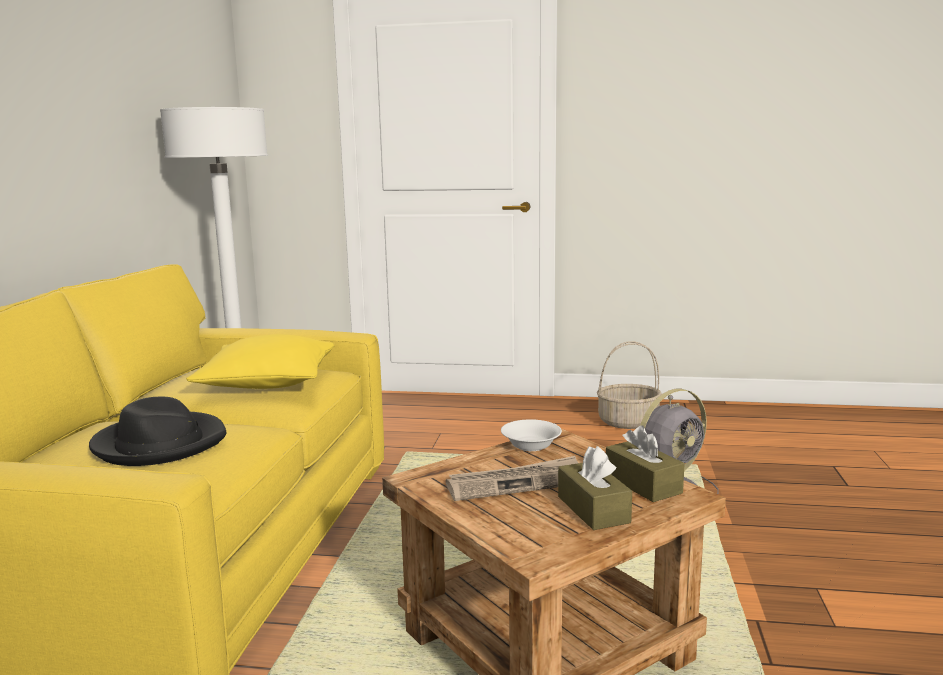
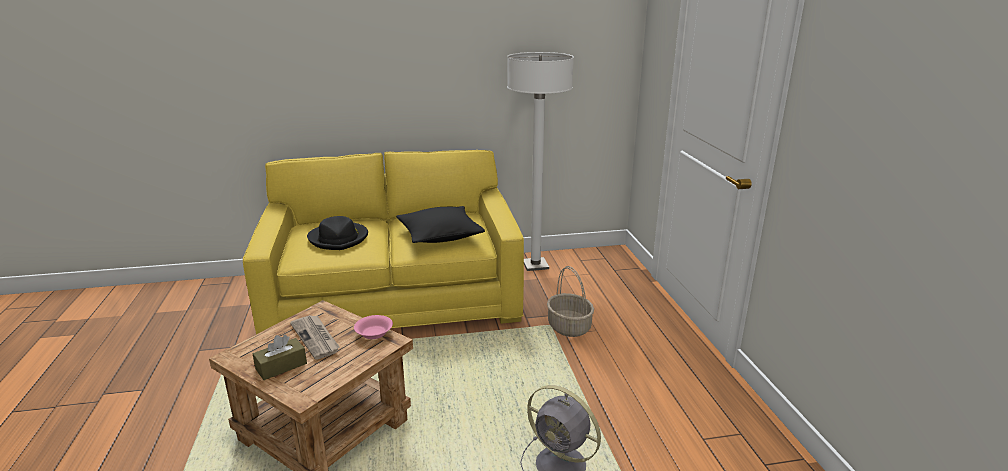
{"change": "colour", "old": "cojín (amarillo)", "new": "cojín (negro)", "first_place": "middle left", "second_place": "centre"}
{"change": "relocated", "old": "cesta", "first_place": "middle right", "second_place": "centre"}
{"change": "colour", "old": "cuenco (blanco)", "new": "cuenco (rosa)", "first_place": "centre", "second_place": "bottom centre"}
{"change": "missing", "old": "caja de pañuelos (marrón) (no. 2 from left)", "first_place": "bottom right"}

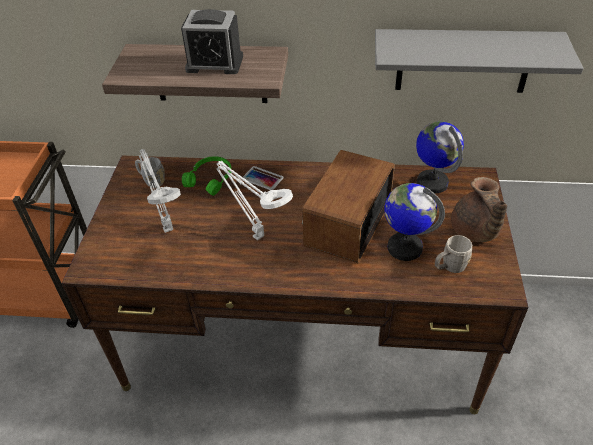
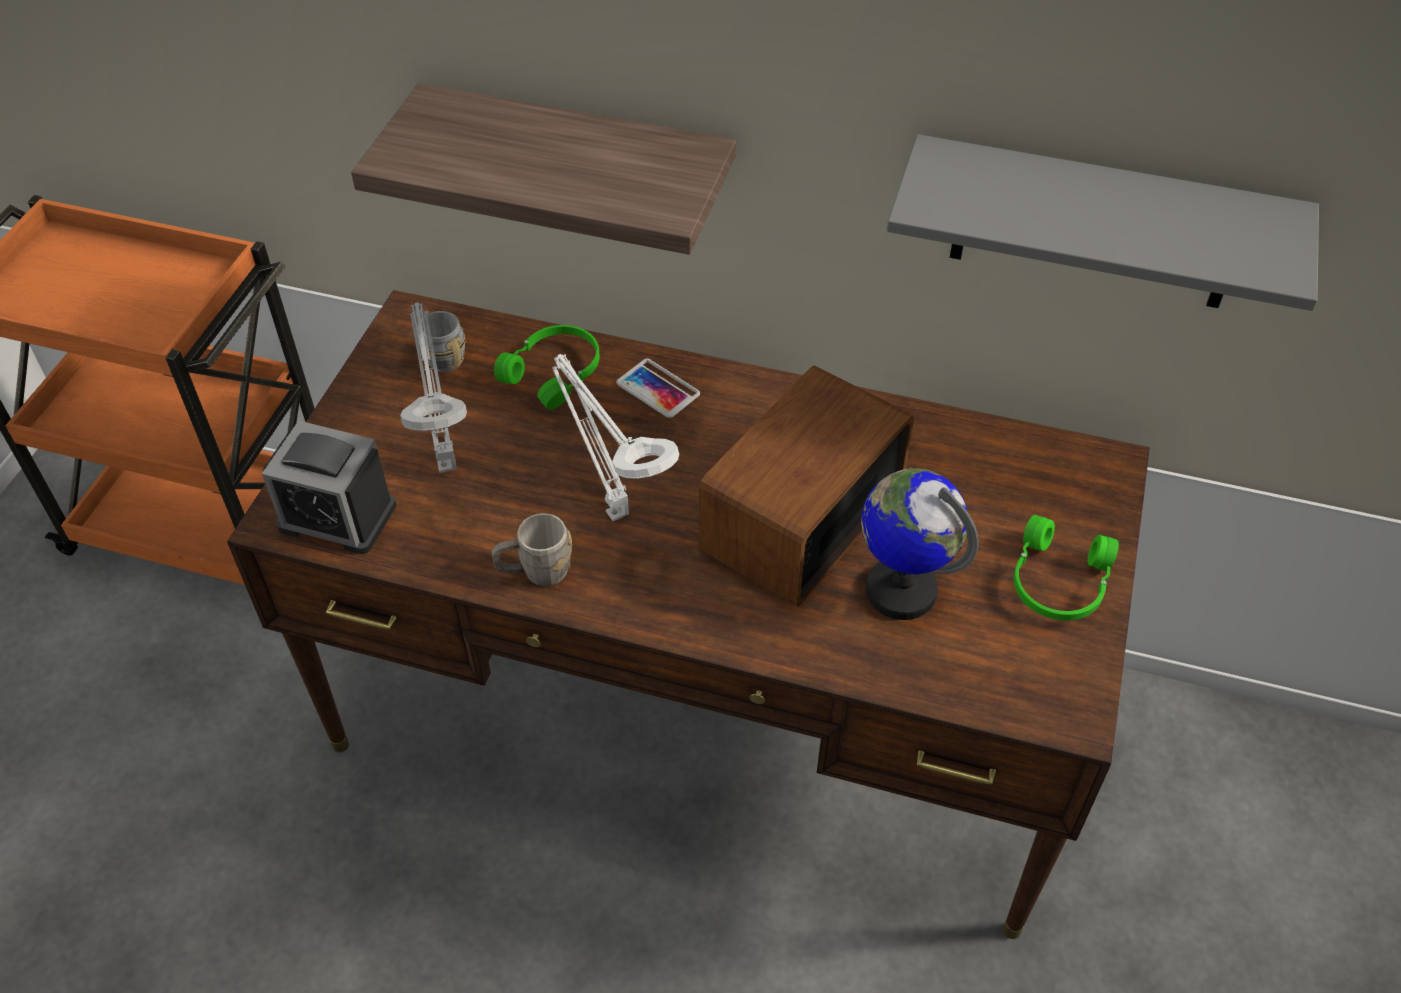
{"change": "relocated", "old": "despertador", "first_place": "top centre", "second_place": "middle left"}
{"change": "missing", "old": "globo terráqueo (no. 2 from left)", "first_place": "middle right"}
{"change": "exchanged", "old": "tetera (marrón)", "new": "auriculares (verde) (no. 2 from left)", "first_place": "middle right", "second_place": "middle right"}
{"change": "relocated", "old": "taza grande (gris) (no. 2 from left)", "first_place": "middle right", "second_place": "centre"}

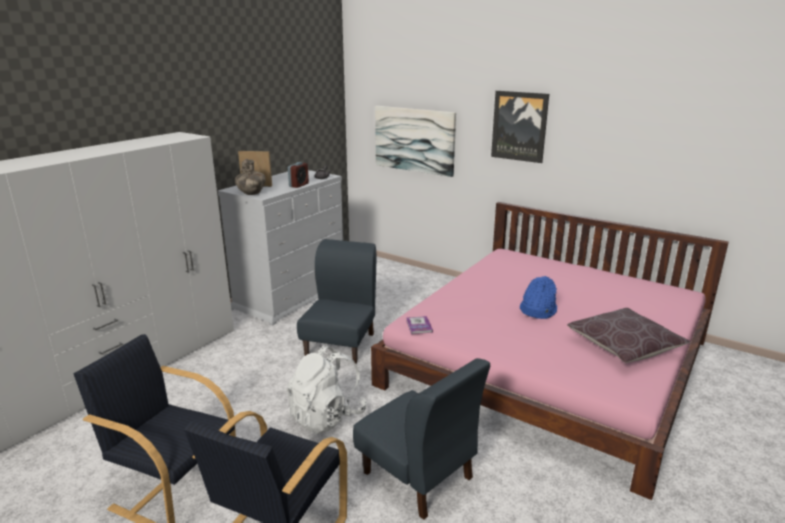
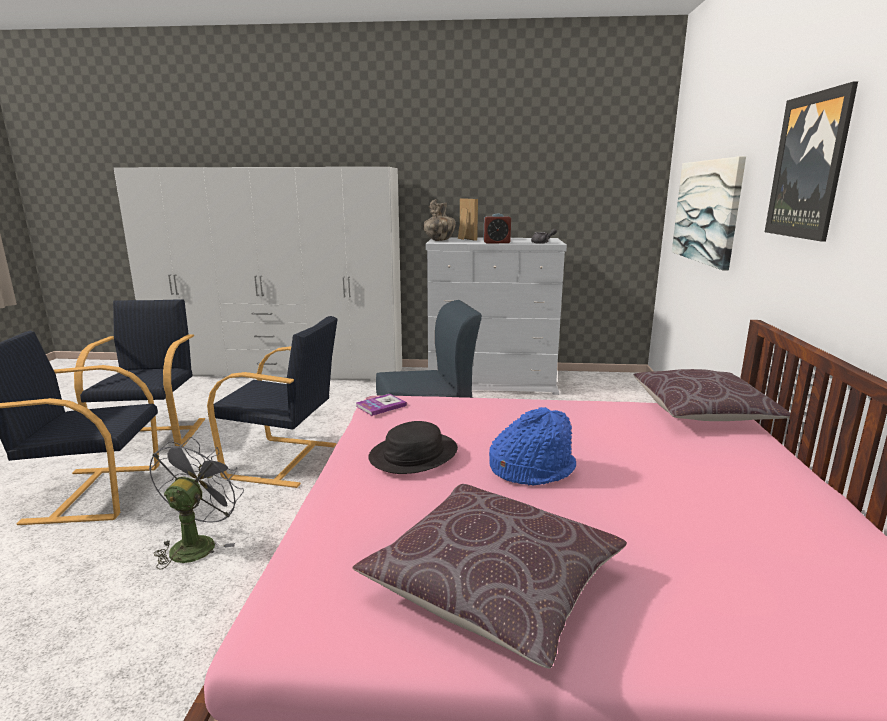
{"change": "exchanged", "old": "mochila (blanco)", "new": "sillón (negro) (no. 3 from left)", "first_place": "bottom centre", "second_place": "middle left"}
{"change": "exchanged", "old": "silla (azul) (no. 2 from left)", "new": "ventilador (gris)", "first_place": "bottom centre", "second_place": "bottom left"}
{"change": "appeared", "new": "cojín (marrón) (no. 2 from left)", "second_place": "middle right"}
{"change": "appeared", "new": "sombrero (negro)", "second_place": "centre"}

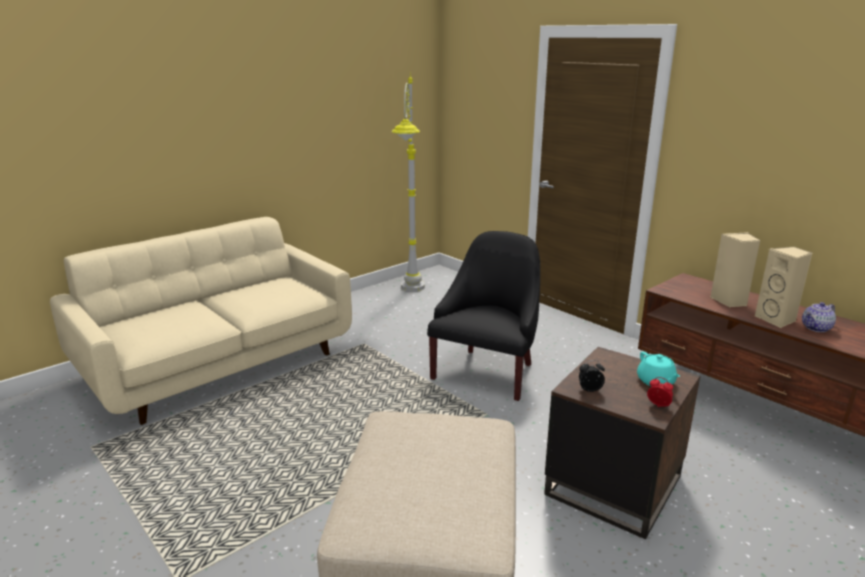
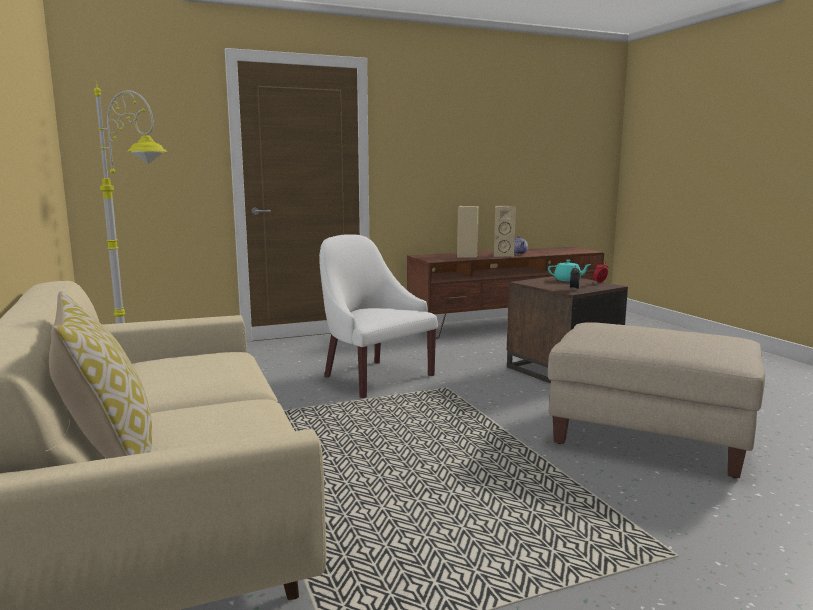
{"change": "colour", "old": "sillón (negro)", "new": "sillón (blanco)", "first_place": "centre", "second_place": "centre"}
{"change": "appeared", "new": "cojín", "second_place": "middle left"}

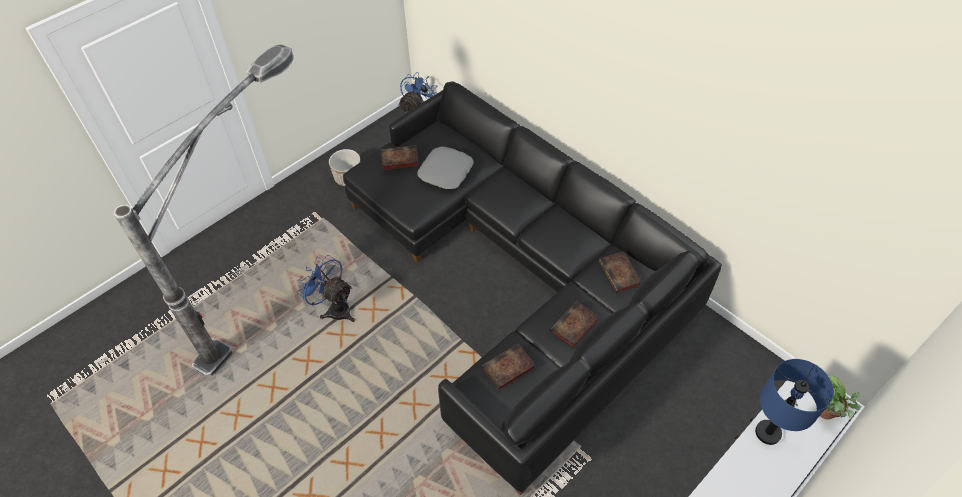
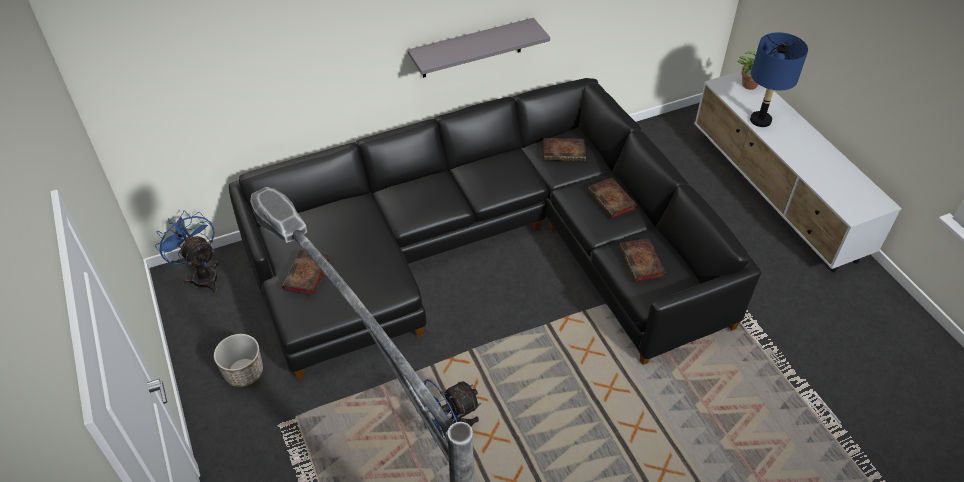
{"change": "missing", "old": "cojín (gris)", "first_place": "centre"}
{"change": "appeared", "new": "estante (gris)", "second_place": "top centre"}

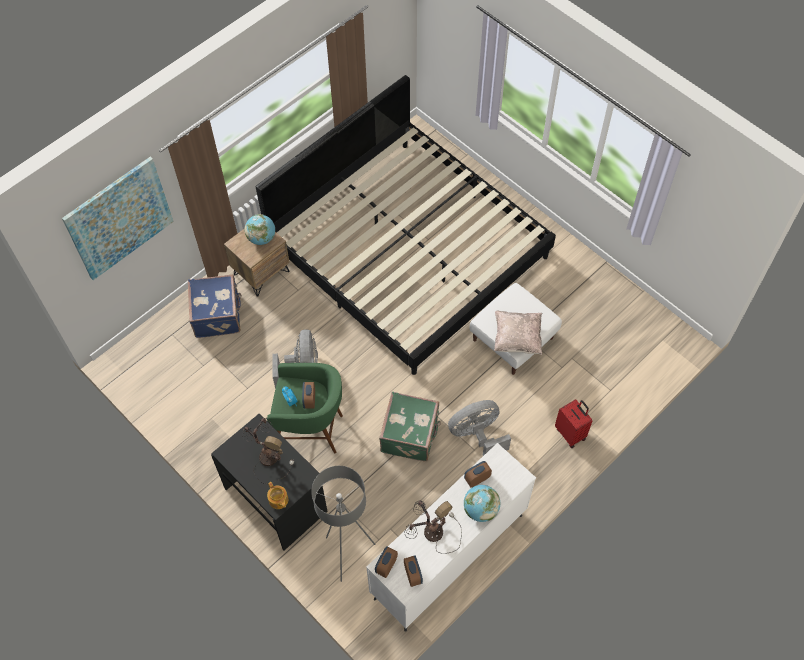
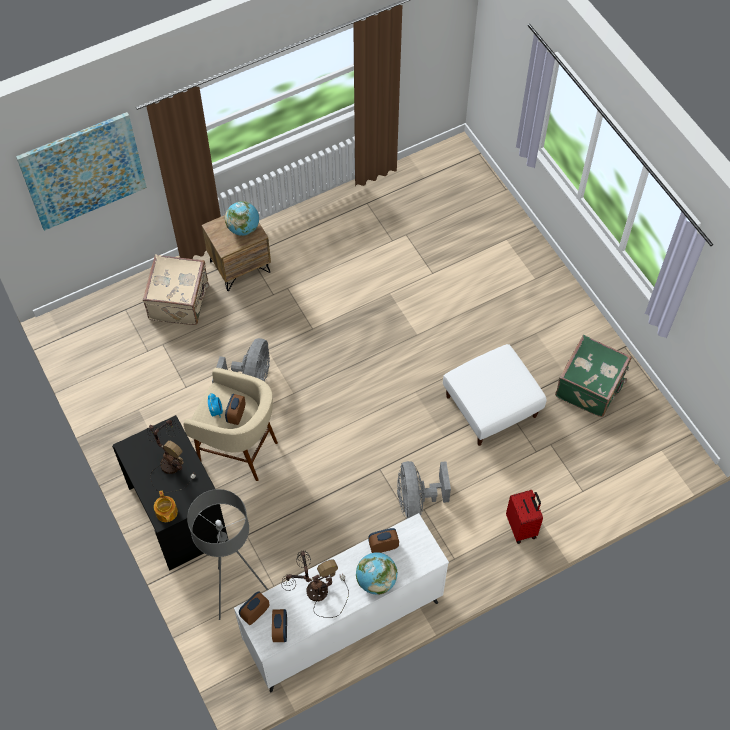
{"change": "missing", "old": "cama", "first_place": "centre"}
{"change": "colour", "old": "maleta (azul)", "new": "maleta (beis)", "first_place": "middle left", "second_place": "middle left"}
{"change": "missing", "old": "cojín (beis)", "first_place": "centre"}
{"change": "colour", "old": "taburete (verde)", "new": "taburete (beis)", "first_place": "centre", "second_place": "middle left"}
{"change": "relocated", "old": "maleta (verde)", "first_place": "centre", "second_place": "middle right"}
{"change": "spun", "old": "ventilador (gris) (no. 2 from left)", "first_place": "centre", "second_place": "bottom centre", "degrees": -90}

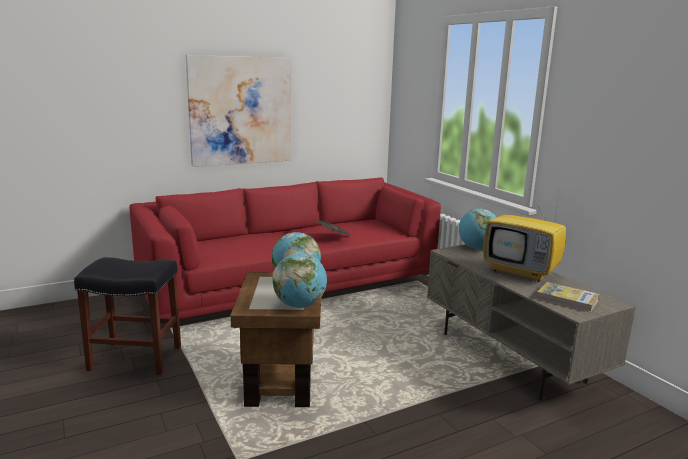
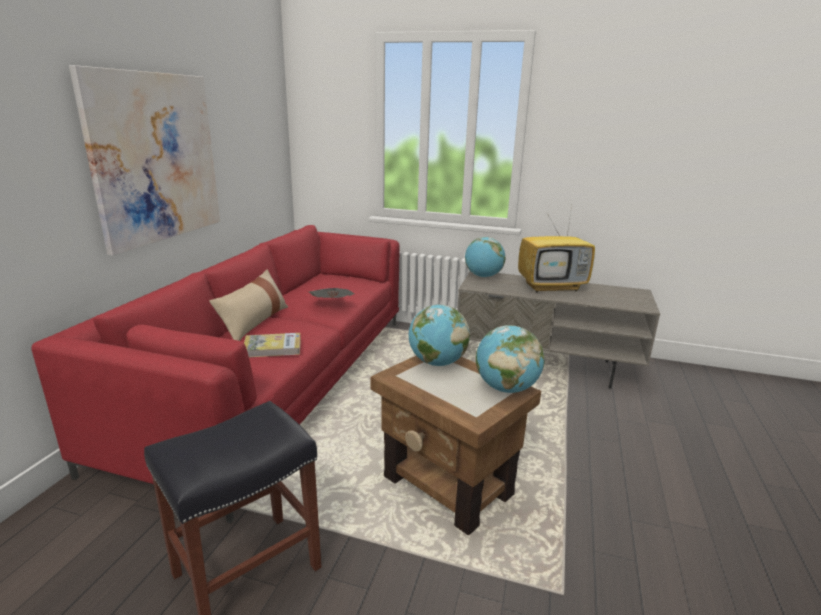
{"change": "relocated", "old": "libro", "first_place": "middle right", "second_place": "middle left"}
{"change": "appeared", "new": "cojín (beis)", "second_place": "middle left"}

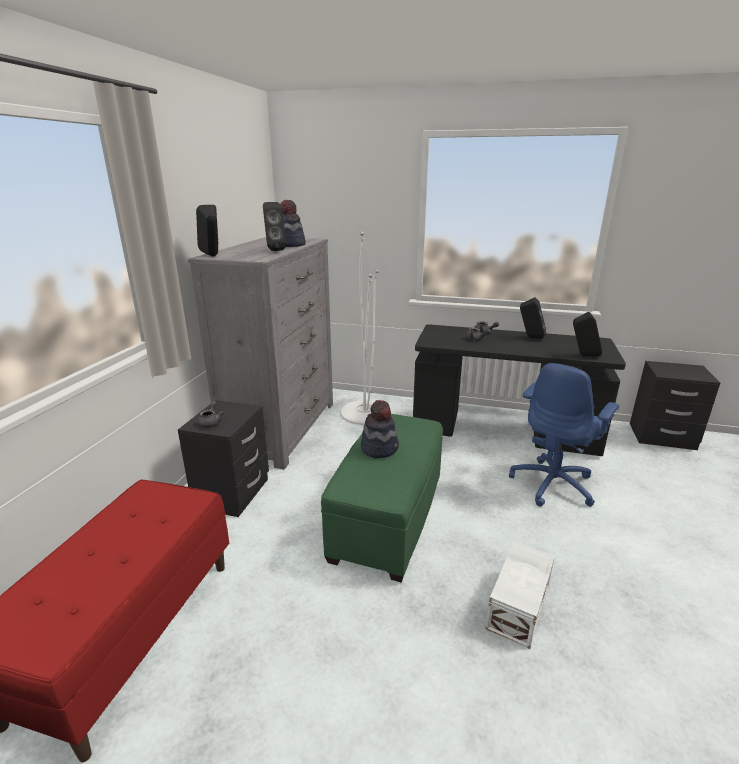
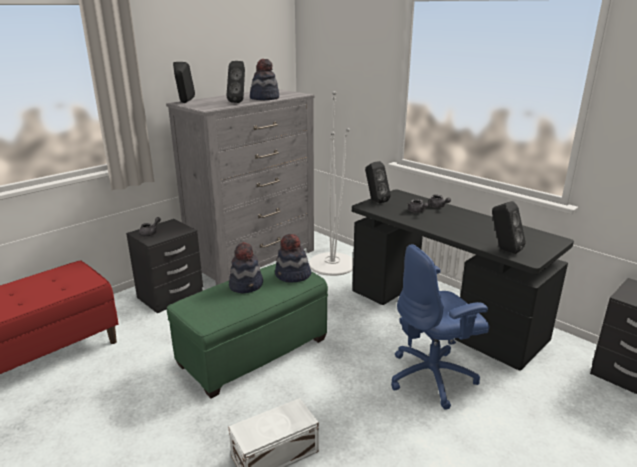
{"change": "relocated", "old": "altavoz (negro) (no. 3 from left)", "first_place": "middle right", "second_place": "centre"}
{"change": "appeared", "new": "sombrero (no. 3 from left)", "second_place": "centre"}

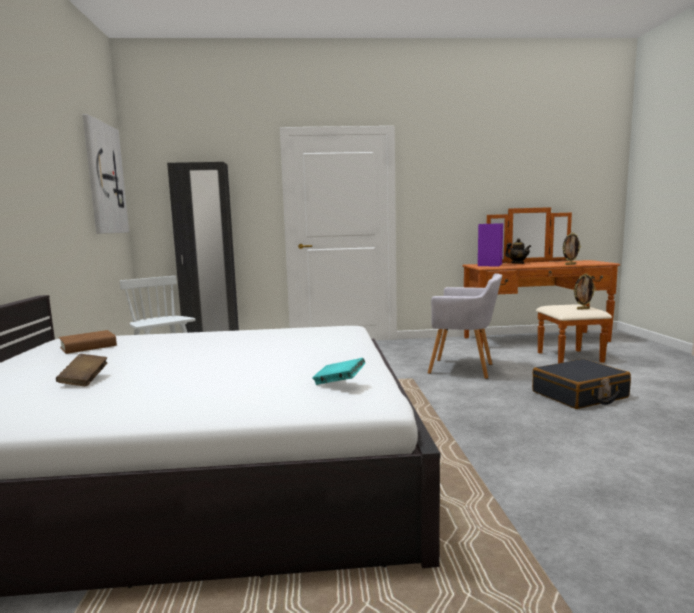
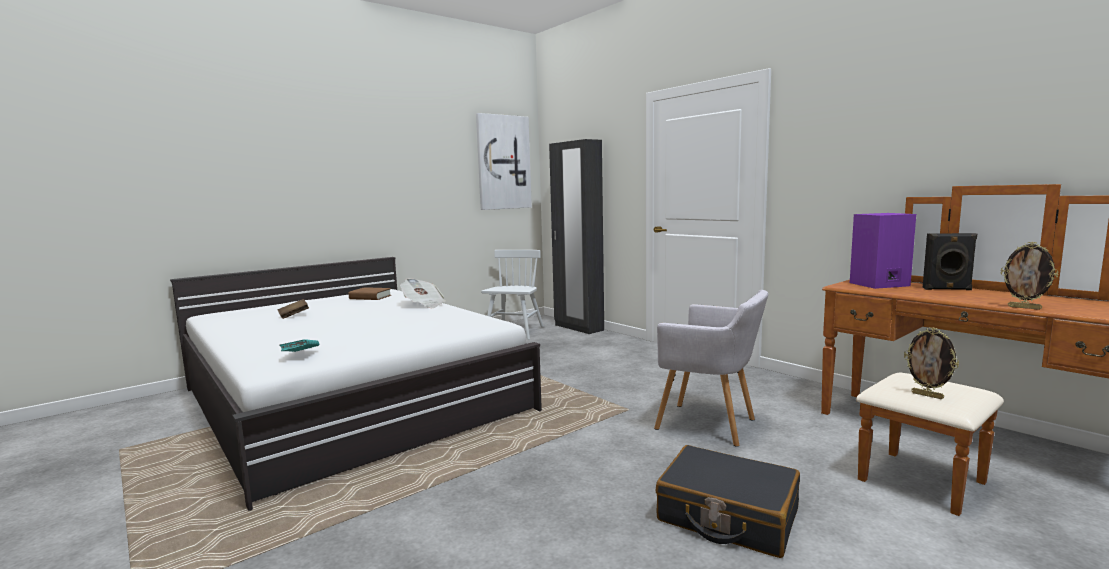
{"change": "exchanged", "old": "tetera", "new": "altavoz (negro)", "first_place": "middle right", "second_place": "middle right"}
{"change": "spun", "old": "sillón (gris)", "first_place": "middle right", "second_place": "centre", "degrees": -45}
{"change": "appeared", "new": "periódico", "second_place": "centre"}

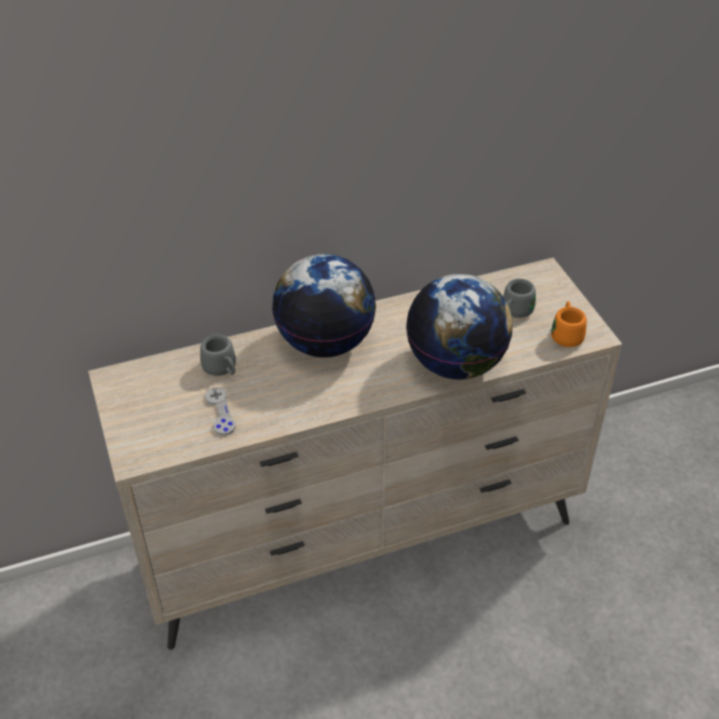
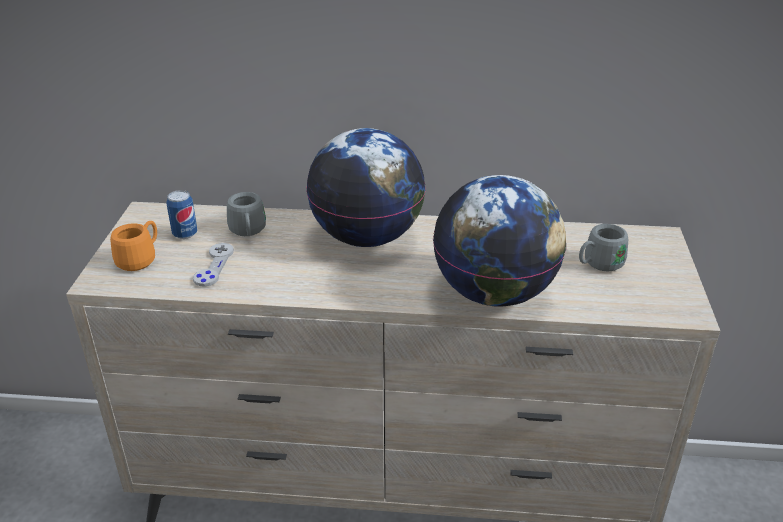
{"change": "relocated", "old": "taza grande (naranja)", "first_place": "middle right", "second_place": "middle left"}
{"change": "appeared", "new": "lata", "second_place": "middle left"}

